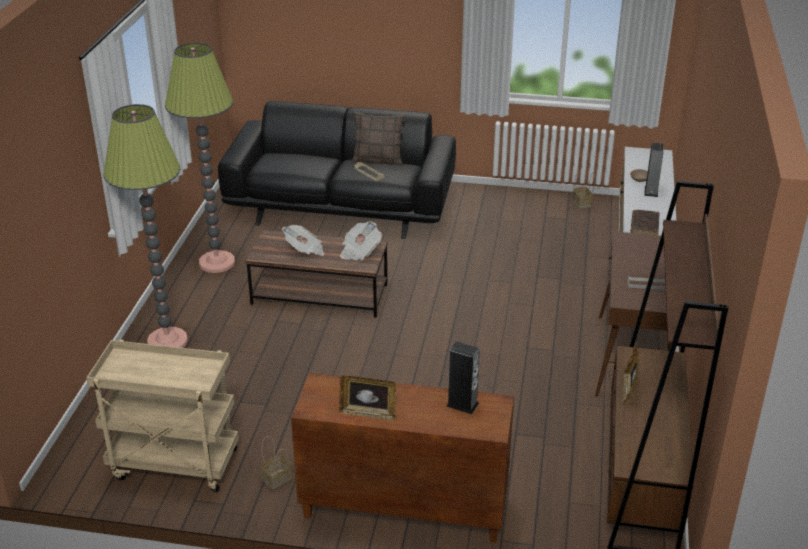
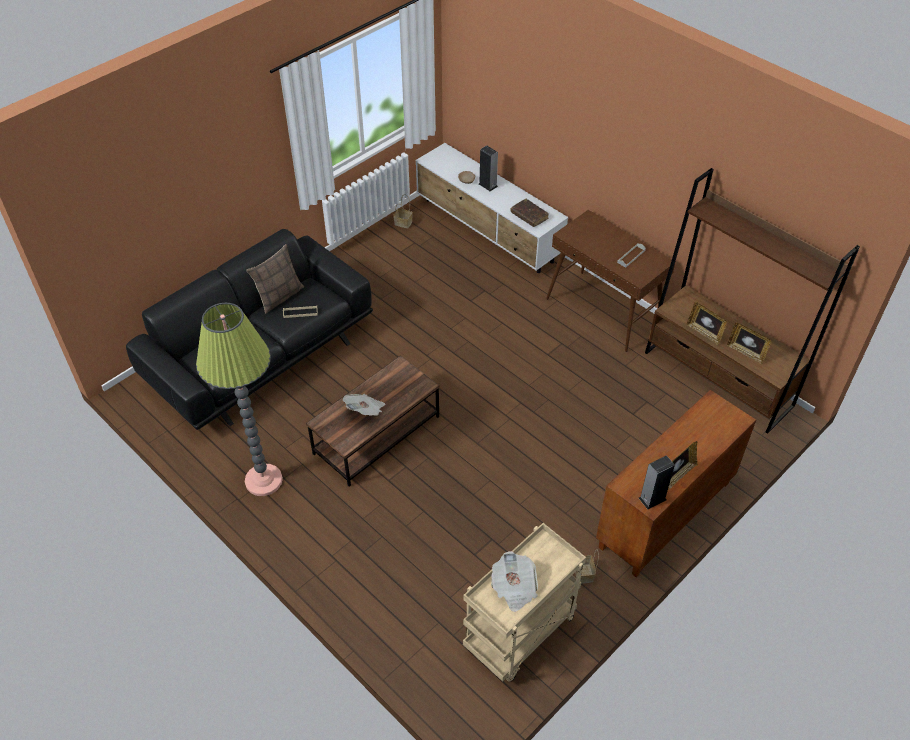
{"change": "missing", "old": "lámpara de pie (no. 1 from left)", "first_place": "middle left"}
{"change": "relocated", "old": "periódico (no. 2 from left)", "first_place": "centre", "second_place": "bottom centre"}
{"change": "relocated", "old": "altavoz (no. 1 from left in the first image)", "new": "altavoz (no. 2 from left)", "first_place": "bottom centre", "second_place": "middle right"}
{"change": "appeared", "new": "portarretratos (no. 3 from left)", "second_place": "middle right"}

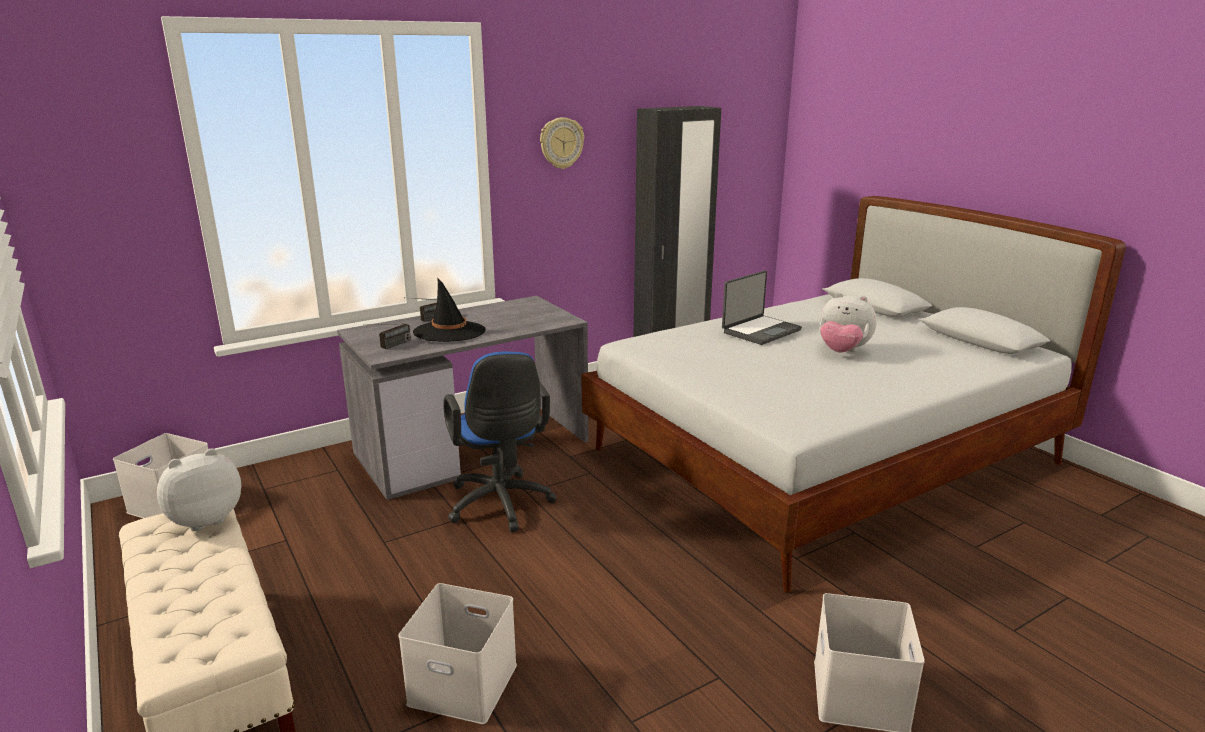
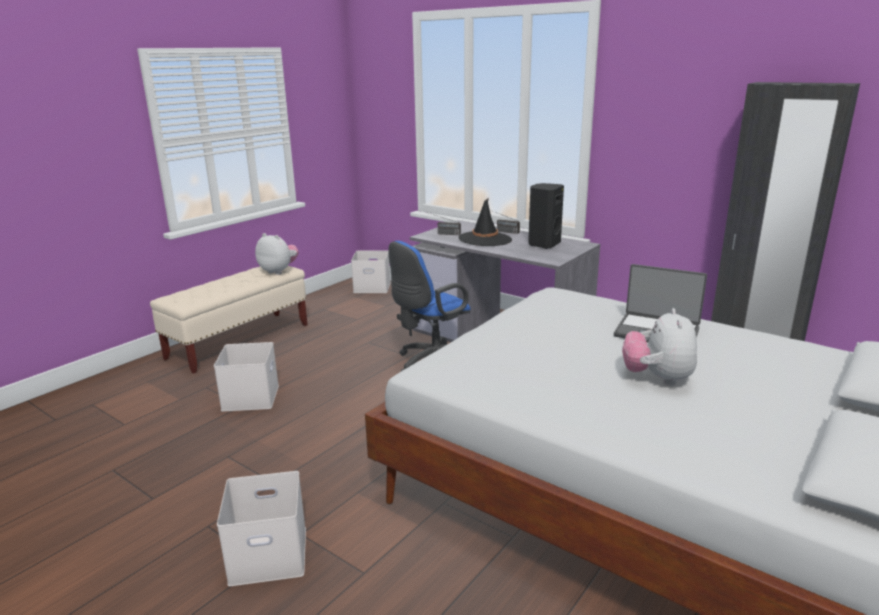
{"change": "missing", "old": "reloj de pared", "first_place": "top centre"}
{"change": "appeared", "new": "altavoz (negro)", "second_place": "centre"}

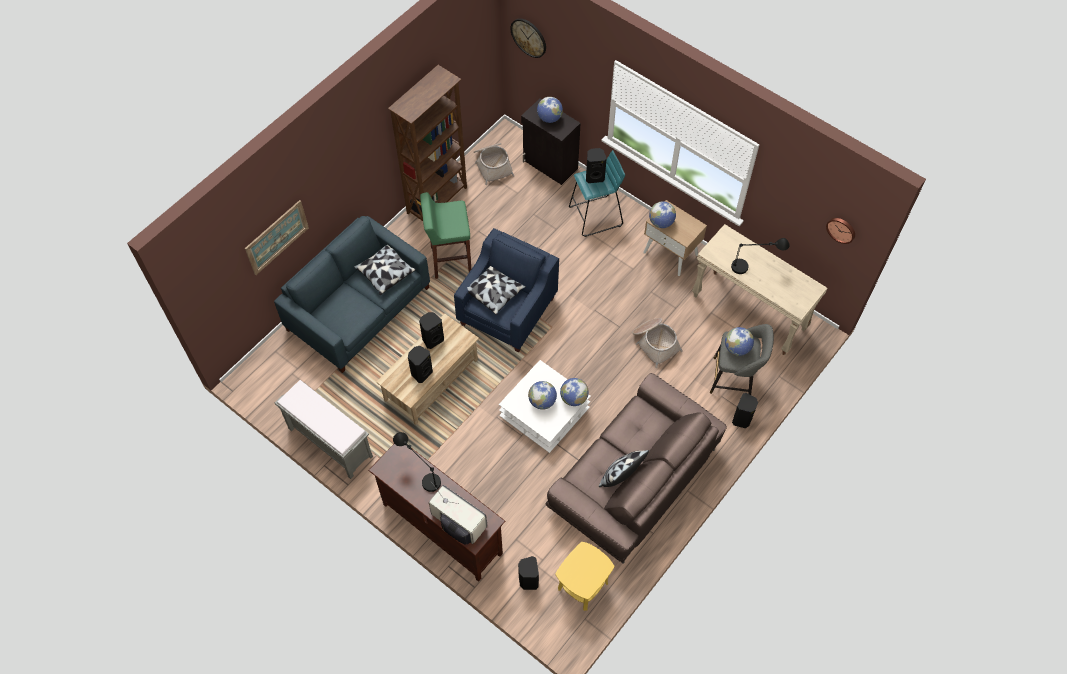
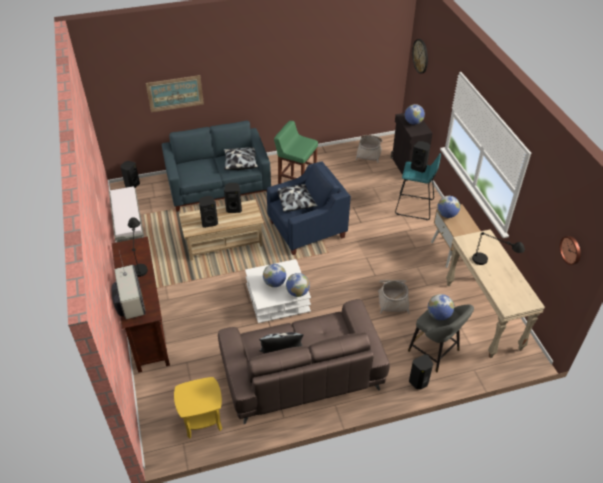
{"change": "missing", "old": "estantería (marrón)", "first_place": "top centre"}
{"change": "relocated", "old": "altavoz (negro) (no. 3 from left in the first image)", "new": "altavoz (negro) (no. 1 from left)", "first_place": "bottom centre", "second_place": "middle left"}

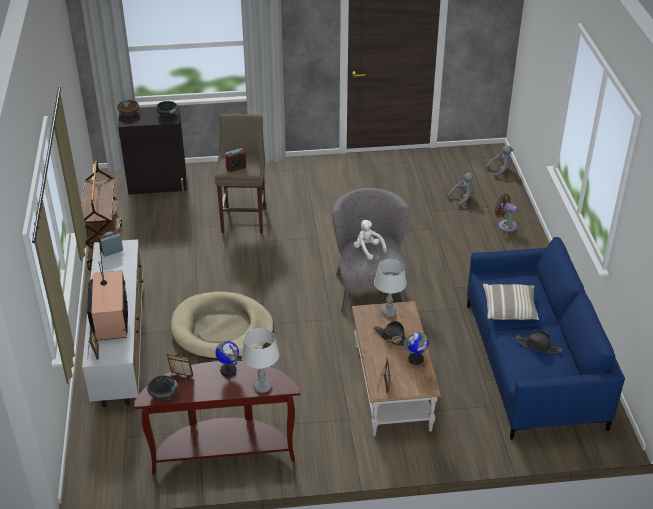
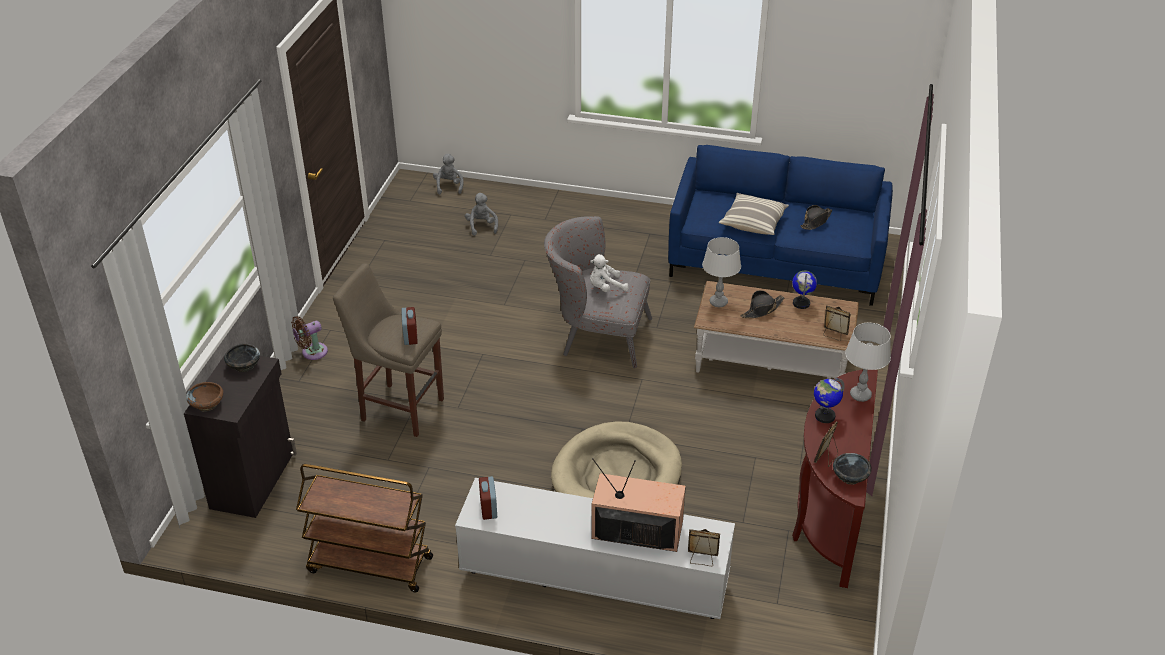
{"change": "relocated", "old": "ventilador (marrón)", "first_place": "middle right", "second_place": "middle left"}

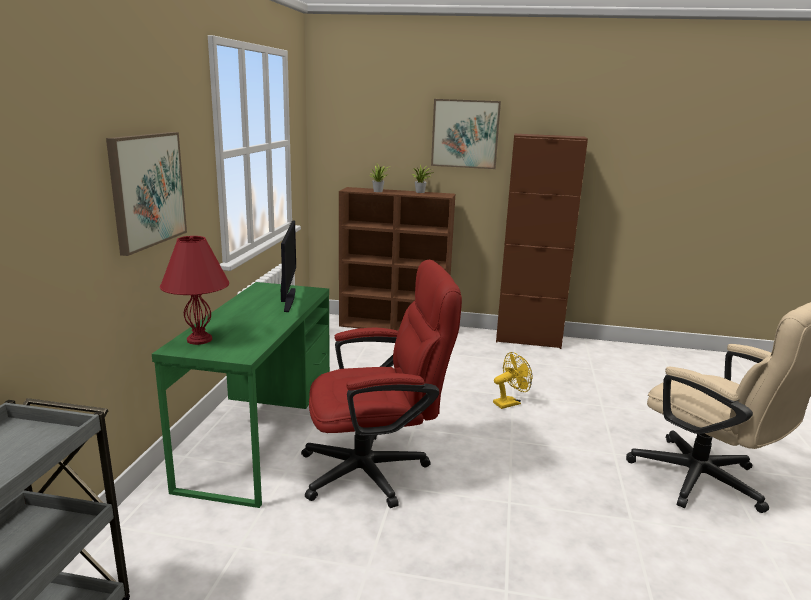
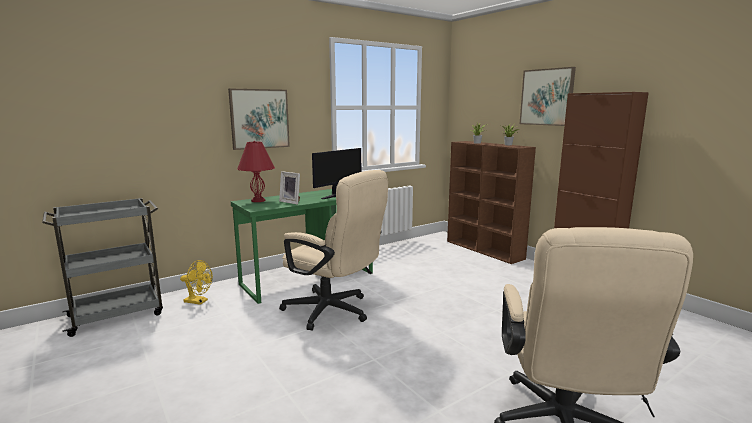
{"change": "colour", "old": "silla de oficina (rojo)", "new": "silla de oficina (beis) (no. 1 from left)", "first_place": "centre", "second_place": "centre"}
{"change": "relocated", "old": "ventilador (amarillo)", "first_place": "centre", "second_place": "bottom left"}
{"change": "appeared", "new": "portarretratos", "second_place": "centre"}

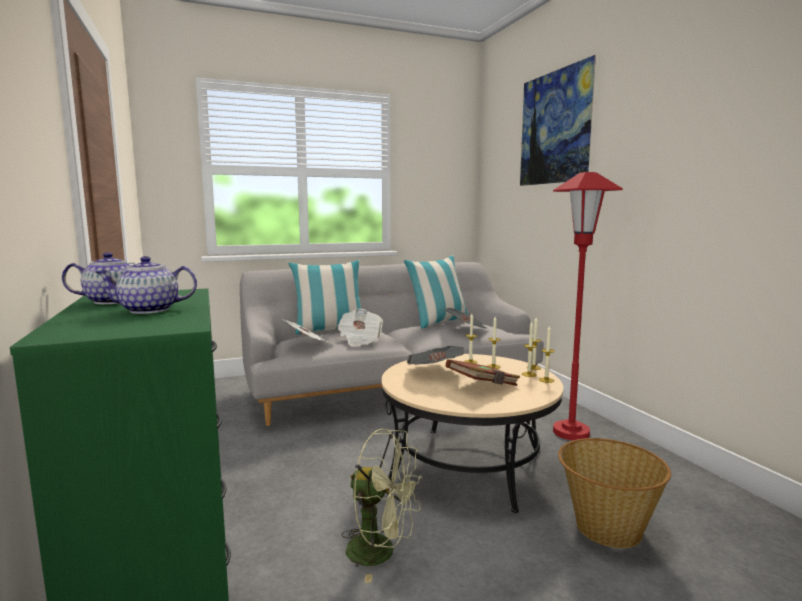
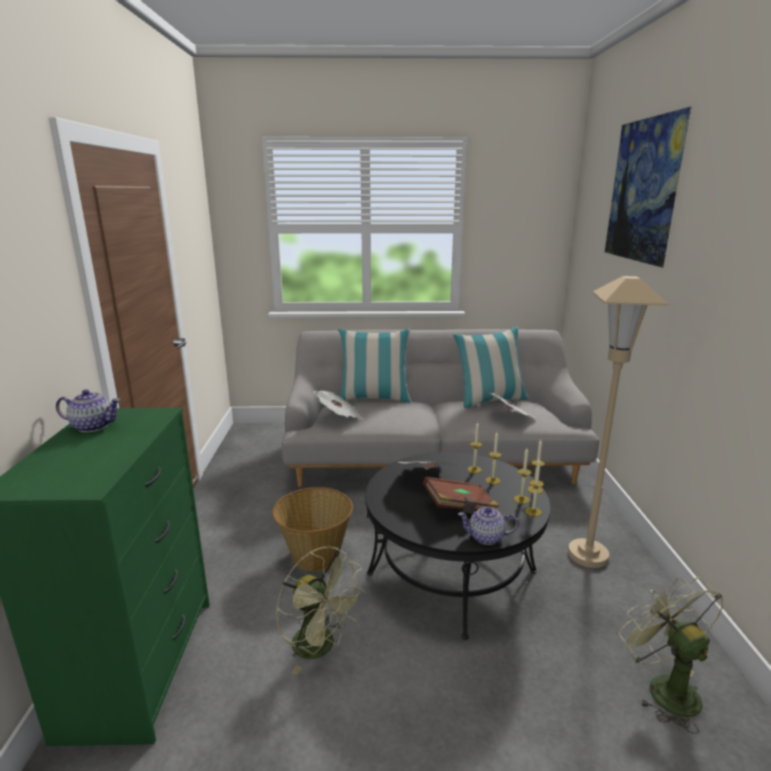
{"change": "colour", "old": "lámpara de pie (rojo)", "new": "lámpara de pie (beis)", "first_place": "middle right", "second_place": "middle right"}
{"change": "relocated", "old": "tetera (no. 2 from left)", "first_place": "middle left", "second_place": "bottom centre"}
{"change": "missing", "old": "periódico (no. 2 from left)", "first_place": "centre"}
{"change": "colour", "old": "mesa de centro (beis)", "new": "mesa de centro (negro)", "first_place": "bottom centre", "second_place": "bottom centre"}
{"change": "relocated", "old": "cesta", "first_place": "bottom right", "second_place": "bottom centre"}
{"change": "appeared", "new": "ventilador (verde) (no. 2 from left)", "second_place": "bottom right"}

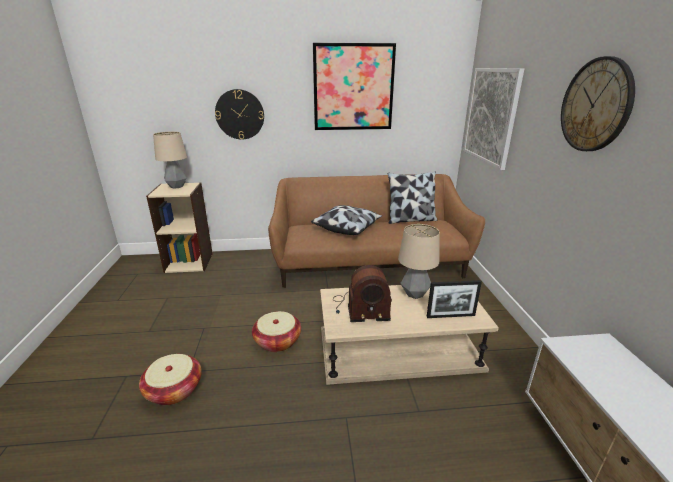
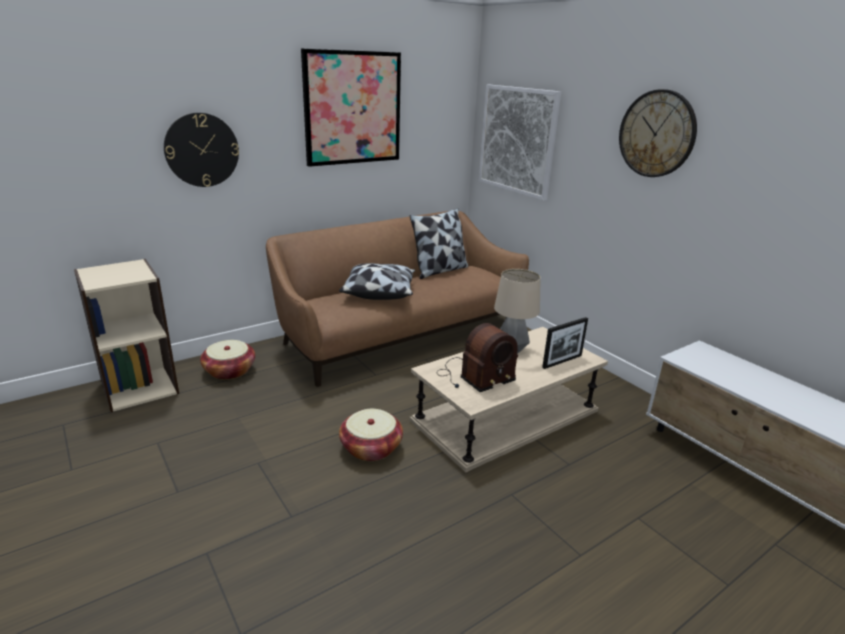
{"change": "missing", "old": "lámpara de mesa (no. 1 from left)", "first_place": "top left"}
{"change": "relocated", "old": "cesta (no. 1 from left)", "first_place": "bottom left", "second_place": "middle left"}

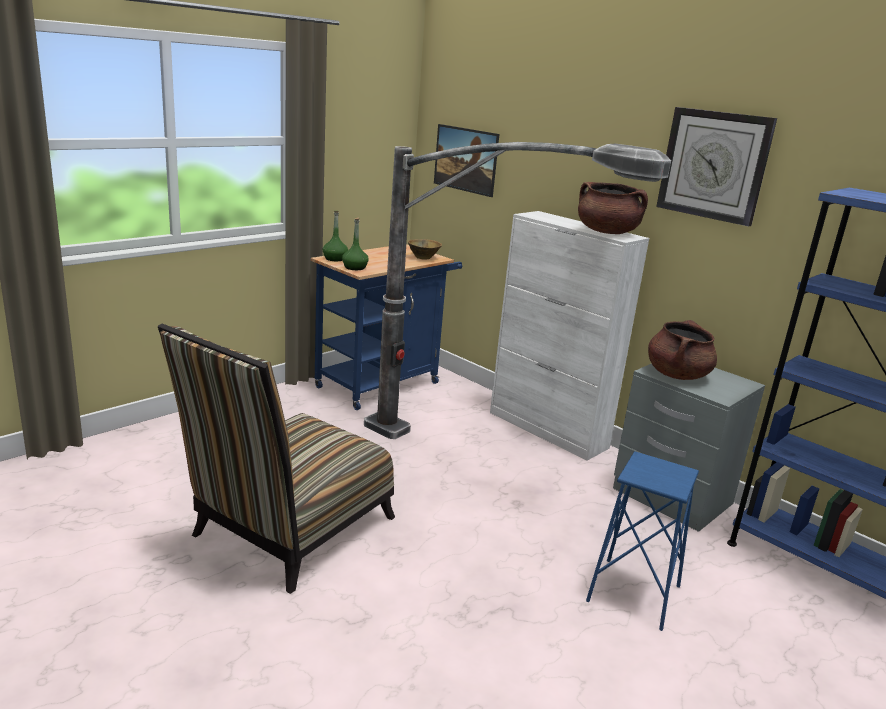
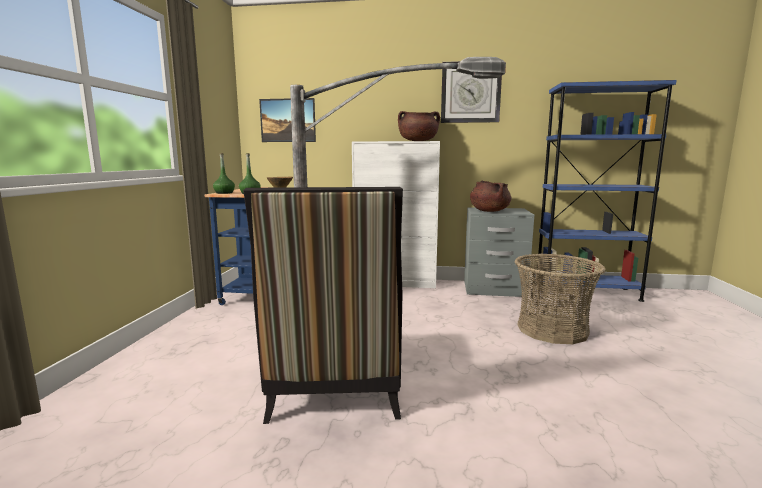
{"change": "exchanged", "old": "taburete (azul)", "new": "cesta", "first_place": "bottom right", "second_place": "middle right"}

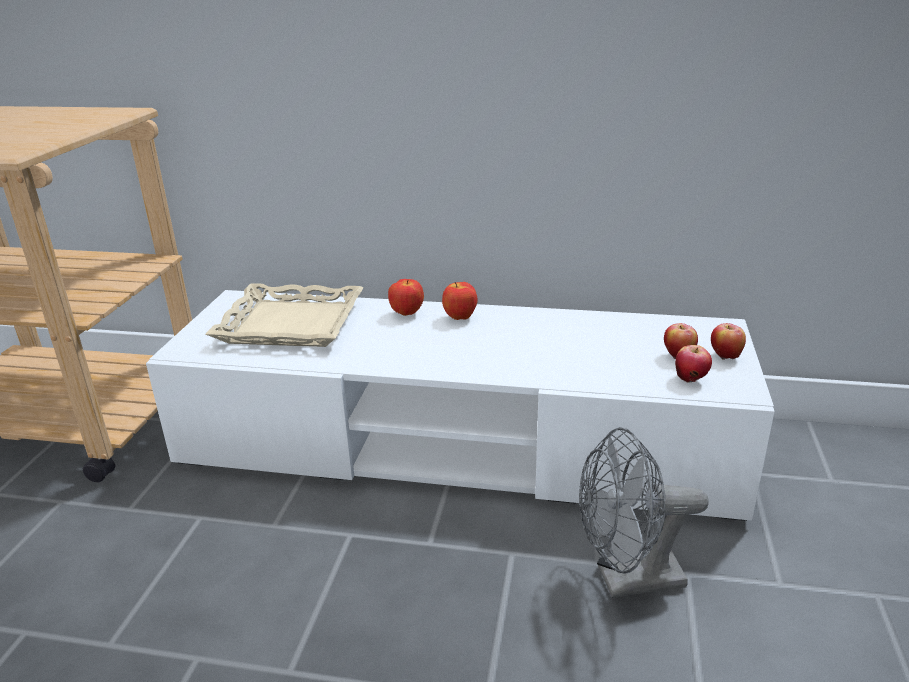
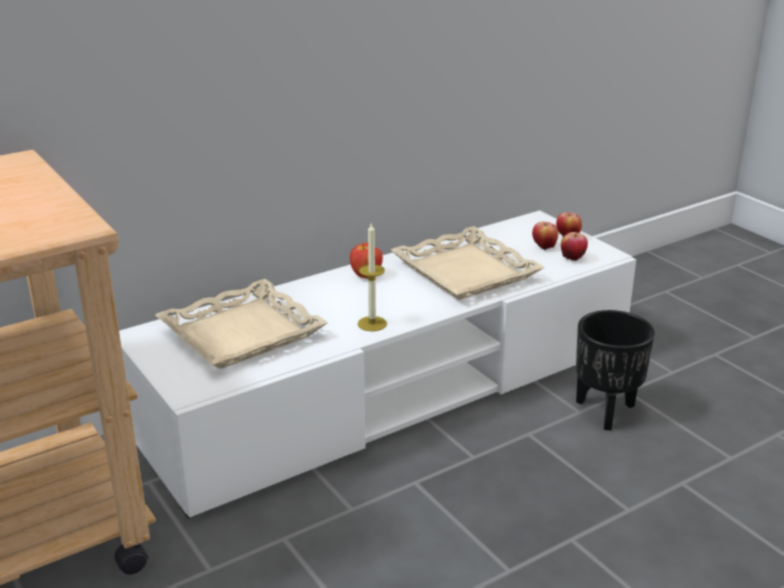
{"change": "missing", "old": "manzana (no. 1 from left)", "first_place": "centre"}
{"change": "exchanged", "old": "ventilador (gris)", "new": "maceta (negro)", "first_place": "bottom right", "second_place": "middle right"}
{"change": "appeared", "new": "vela", "second_place": "centre"}
{"change": "appeared", "new": "bandeja (beis) (no. 2 from left)", "second_place": "centre"}

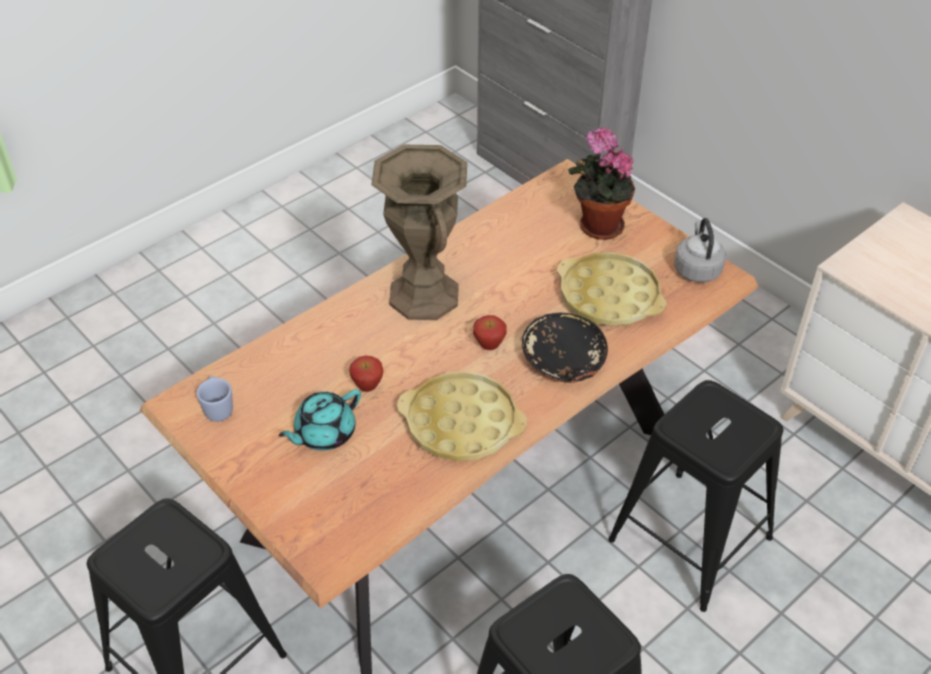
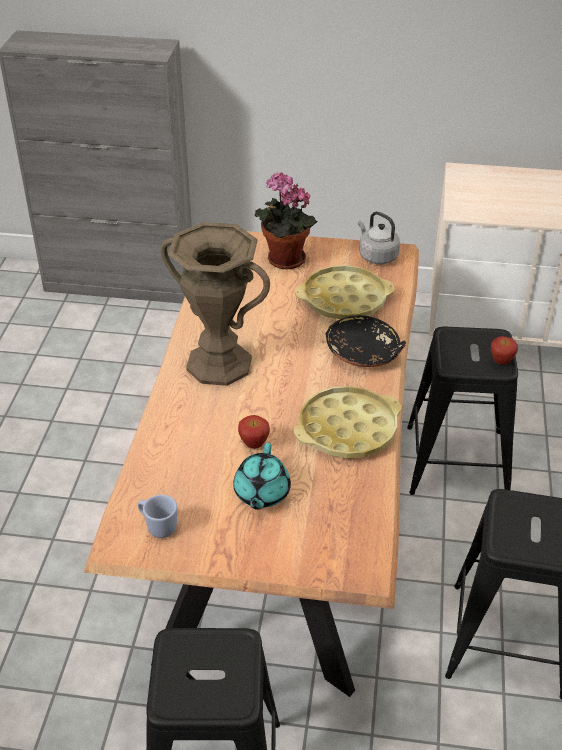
{"change": "relocated", "old": "manzana (no. 2 from left)", "first_place": "centre", "second_place": "middle right"}

